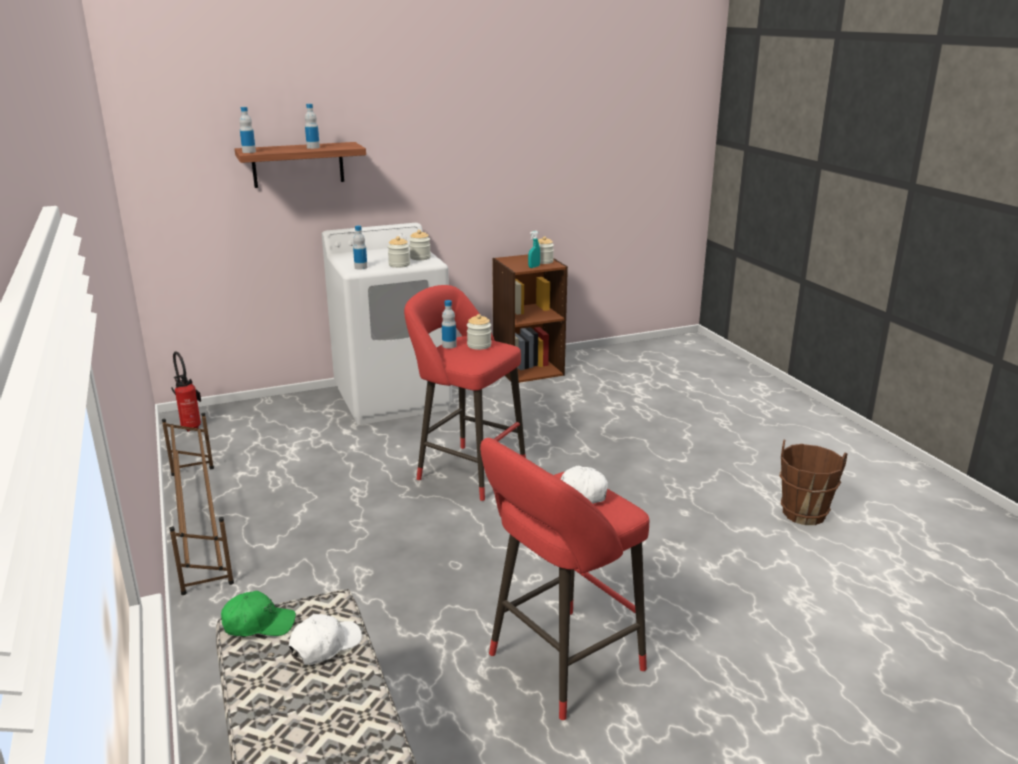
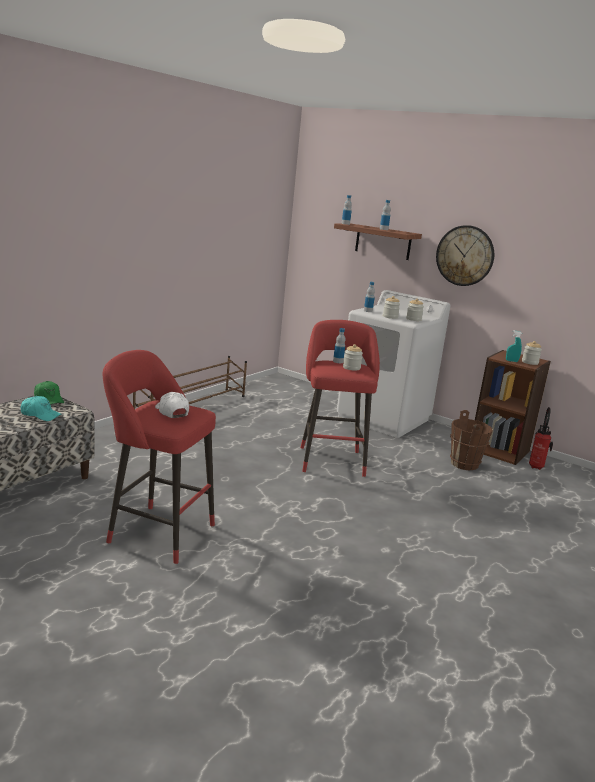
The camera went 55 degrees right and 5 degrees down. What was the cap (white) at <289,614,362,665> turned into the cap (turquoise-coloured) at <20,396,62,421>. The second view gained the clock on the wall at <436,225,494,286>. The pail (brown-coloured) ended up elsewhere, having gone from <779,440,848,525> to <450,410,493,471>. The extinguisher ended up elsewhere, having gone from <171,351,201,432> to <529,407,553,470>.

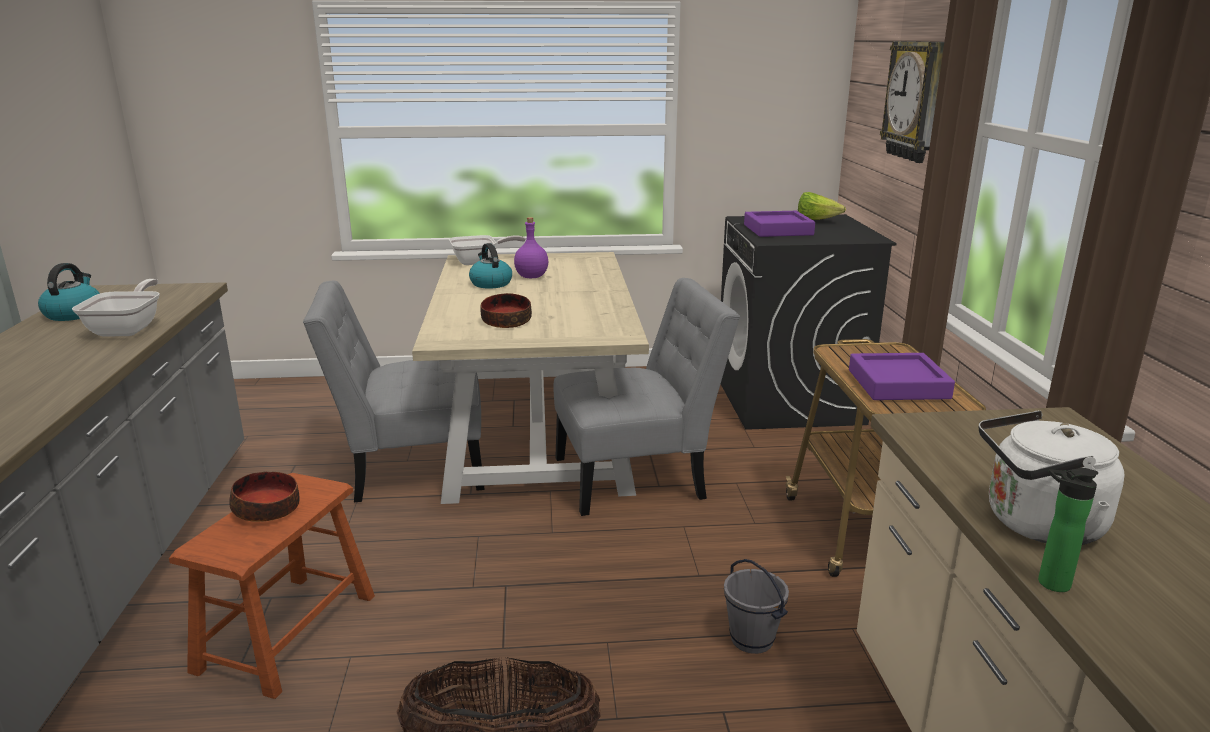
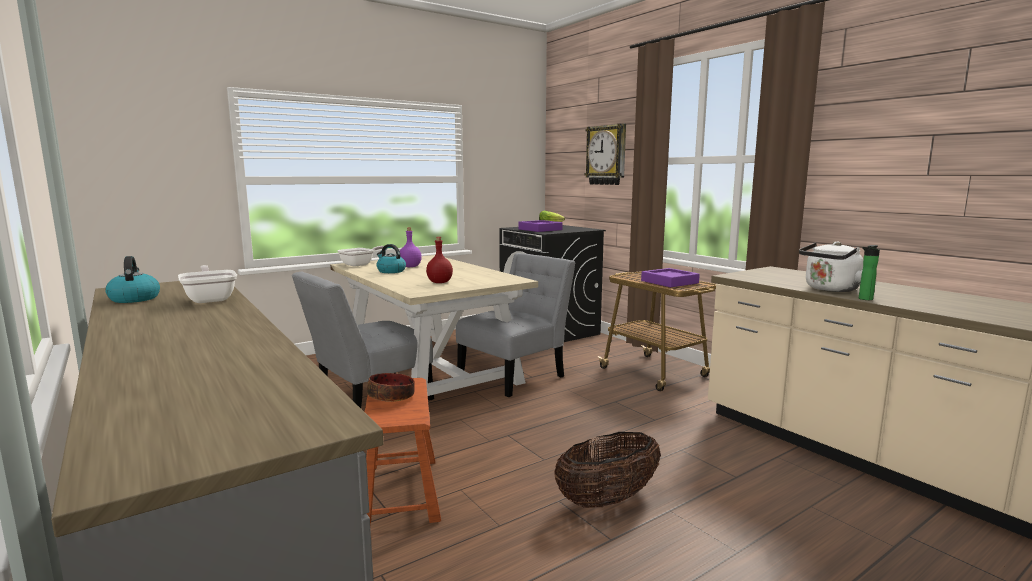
The camera went 30 degrees left and 10 degrees down. Where the bowl stood at <481,293,532,328>, the drink bottle (red) came to stand at <426,237,453,283>. The second view lost the pail (gray) at <724,559,789,654>.

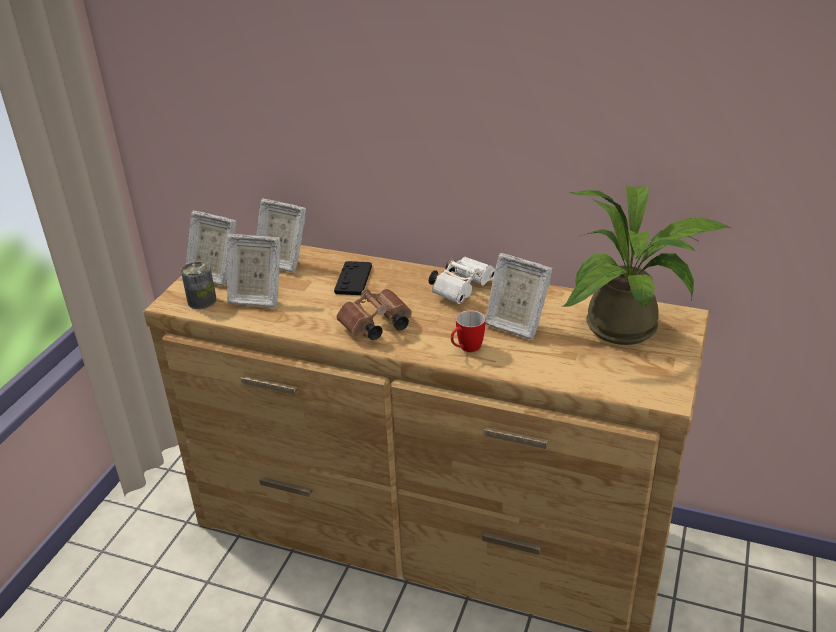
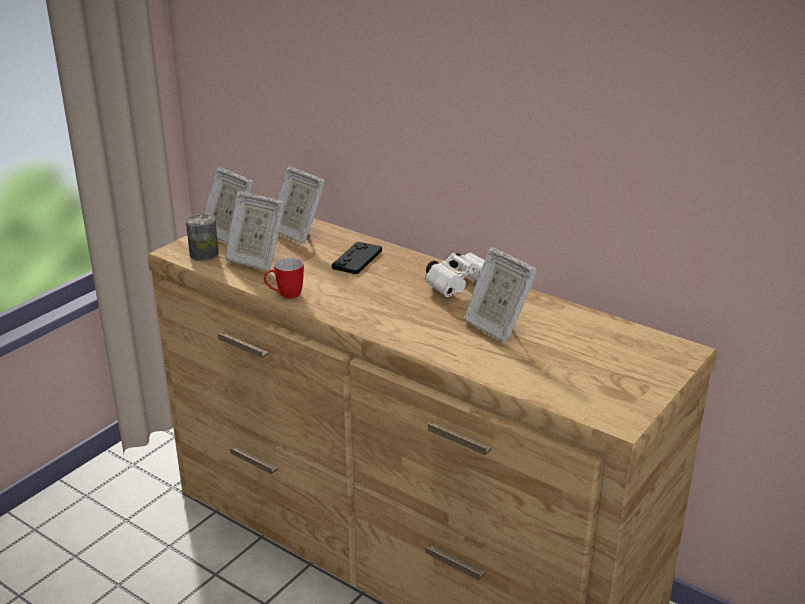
The camera went 15 degrees right and 5 degrees down. The coffee mug ended up elsewhere, having gone from <451,310,486,352> to <264,257,304,299>. The second view lost the binoculars (brown-coloured) at <336,289,412,340>. The second view lost the houseplant at <563,186,731,345>.

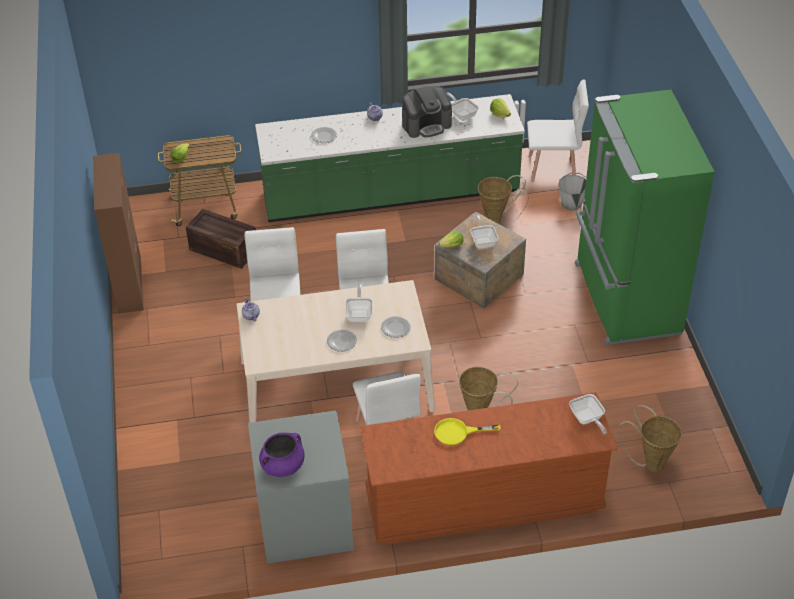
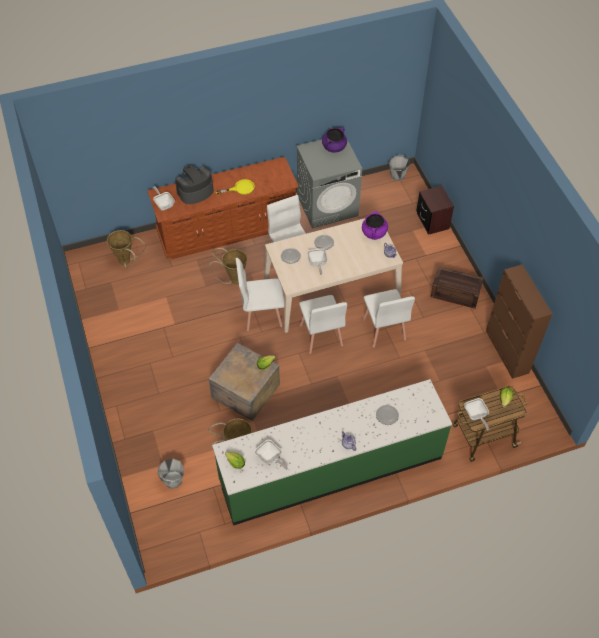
The camera went 170 degrees right and 10 degrees up. The coffee brewer ended up elsewhere, having gone from <402,86,452,138> to <175,165,214,204>. The chair (white) ended up elsewhere, having gone from <527,79,589,182> to <236,258,284,331>. The second view gained the stockpot (purple-coloured) at <362,211,388,240>. The second view gained the pail (gray) at <389,154,410,181>. The second view gained the bedside table (brown-coloured) at <417,186,454,235>. The packing crate ended up elsewhere, having gone from <186,209,256,269> to <431,266,484,309>. The frying pan ended up elsewhere, having gone from <470,214,498,249> to <464,398,490,431>. The second view lost the refrigerator (green-coloured) at <575,90,715,345>.

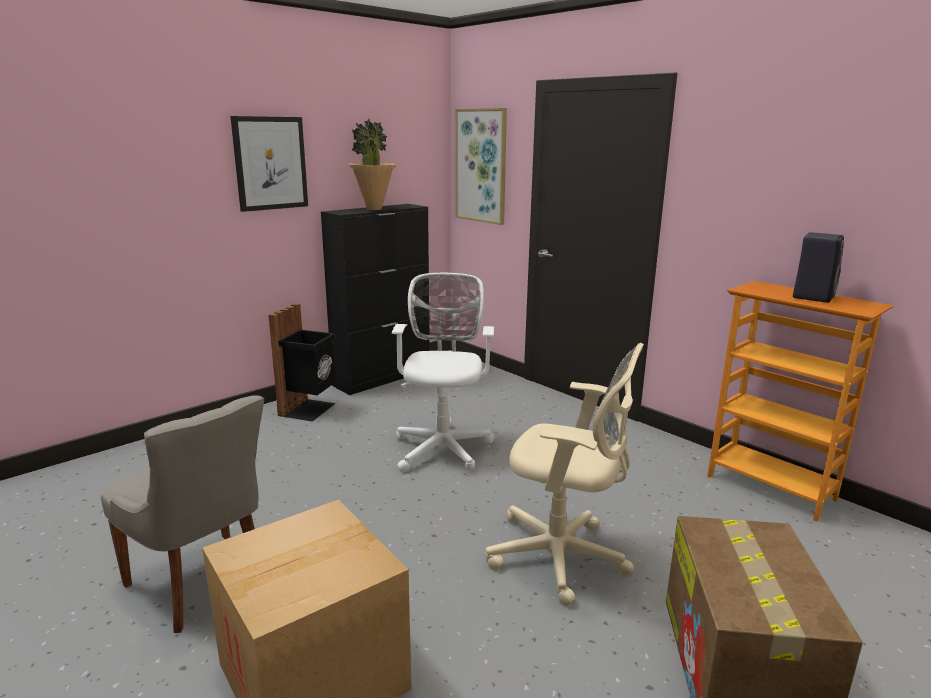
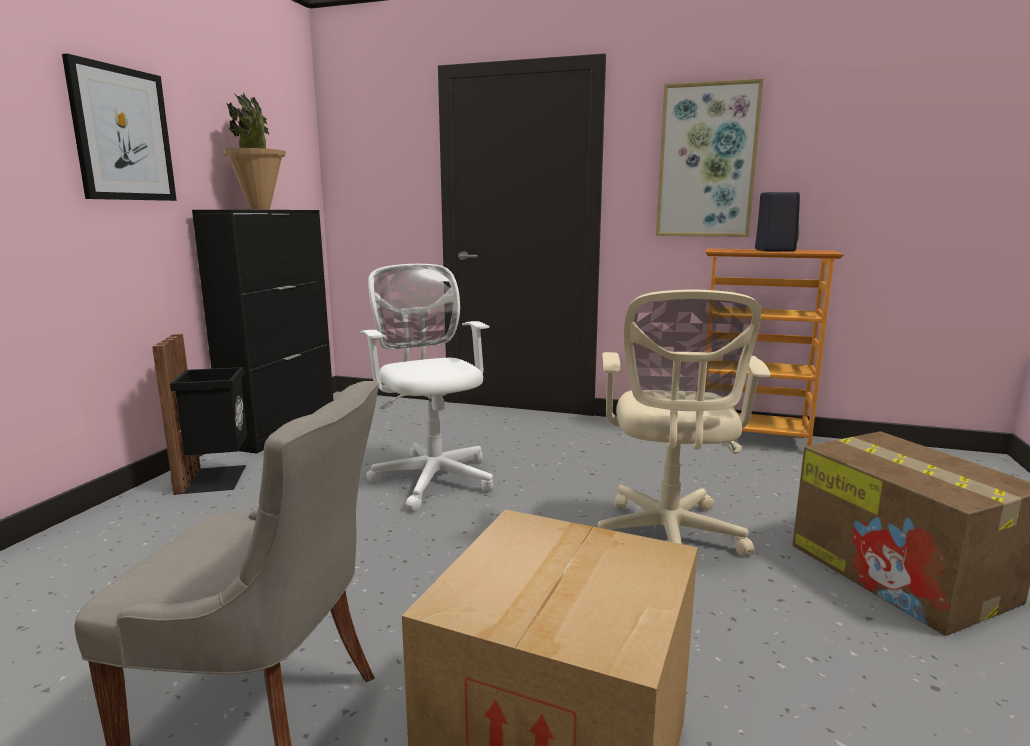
The camera went 30 degrees left and 5 degrees down. The desk chair (sand-coloured) at <486,343,644,606> ended up facing another way, 105 degrees clockwise from before. The picture ended up elsewhere, having gone from <455,108,507,225> to <656,79,764,237>.

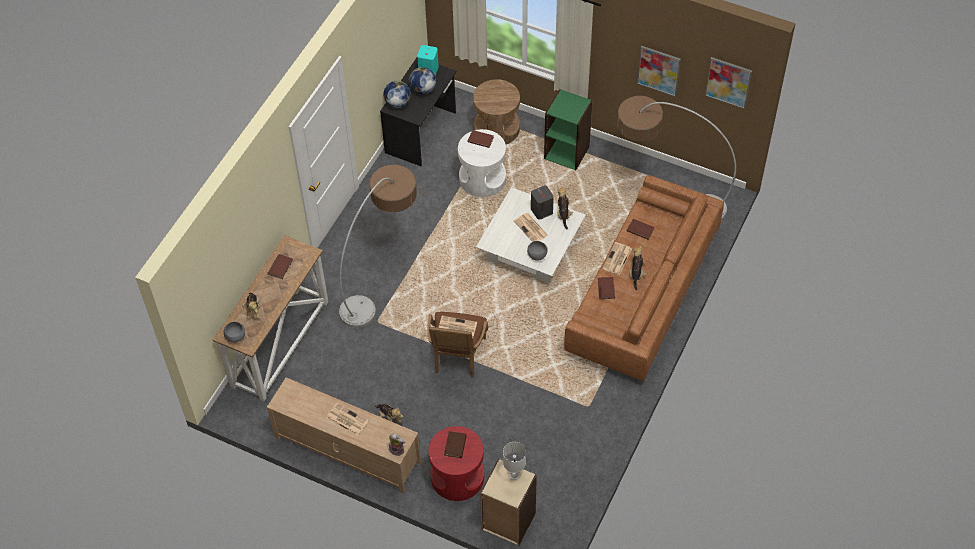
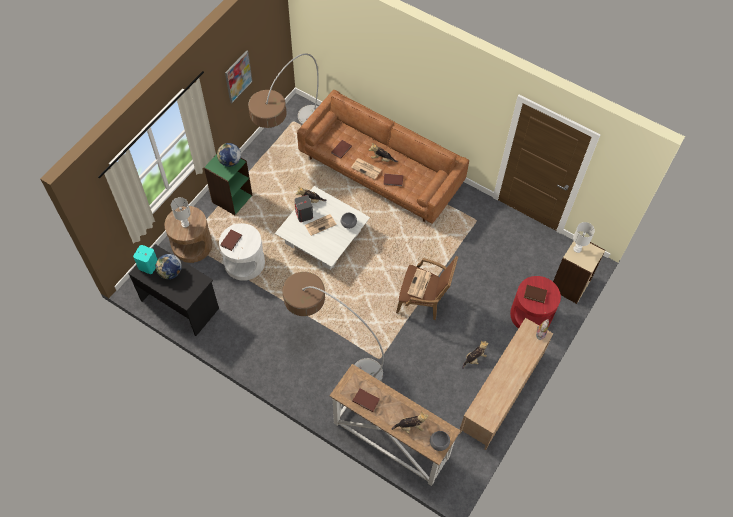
The camera went 85 degrees left and 5 degrees up. The second view gained the table lamp (white) at <171,197,191,228>. The desk globe ended up elsewhere, having gone from <383,81,411,108> to <217,143,241,167>. The second view lost the daily paper at <326,403,369,436>. The second view lost the picture at <705,57,752,109>.

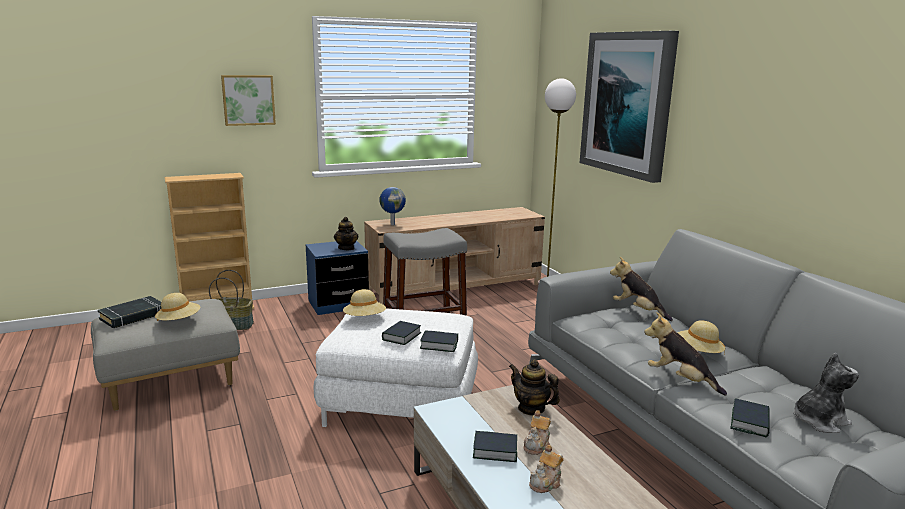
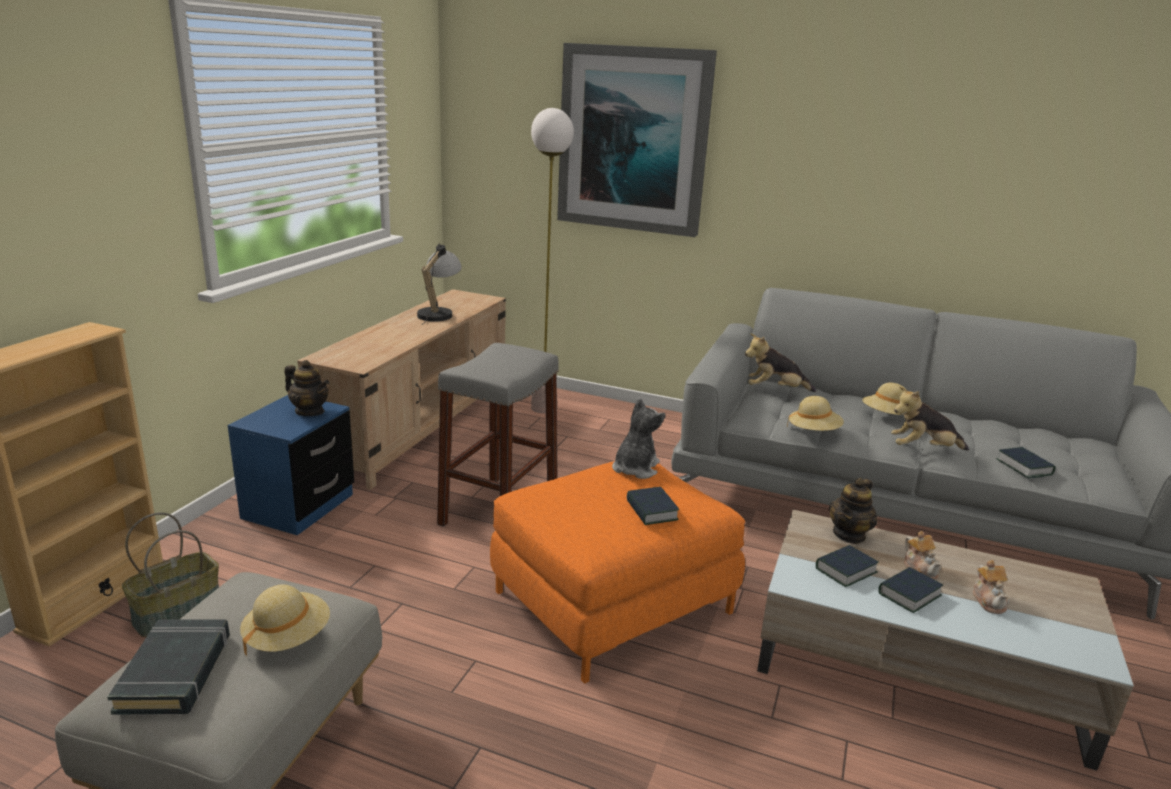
The camera went 45 degrees left and 5 degrees up. The second view gained the table lamp at <417,243,462,325>. What was the pouffe (white) at <314,308,478,427> turned into the pouffe (orange) at <490,461,745,684>. The plush toy ended up elsewhere, having gone from <793,353,859,433> to <612,398,666,479>. The clothing hat (sand-coloured) ended up elsewhere, having gone from <343,289,386,316> to <787,396,844,431>. The volume ended up elsewhere, having gone from <420,330,458,352> to <816,545,879,587>. The teapot at <509,359,560,415> ended up facing another way, 45 degrees counterclockwise from before. The second view lost the picture at <221,75,276,126>. The second view lost the desk globe at <379,187,406,225>.

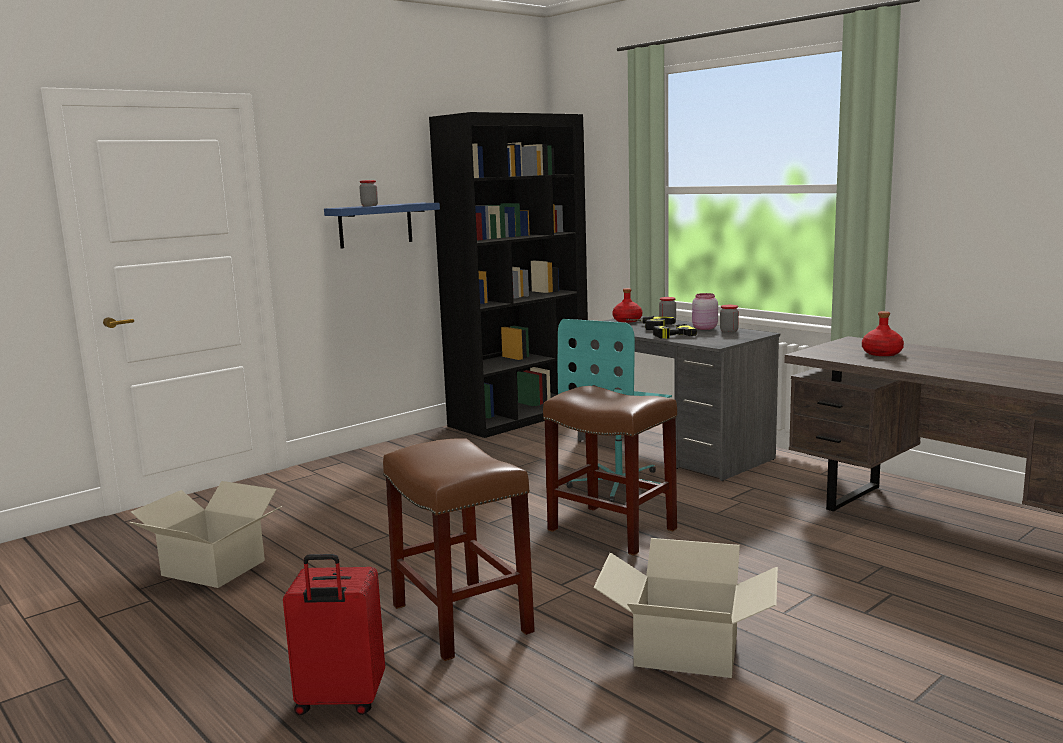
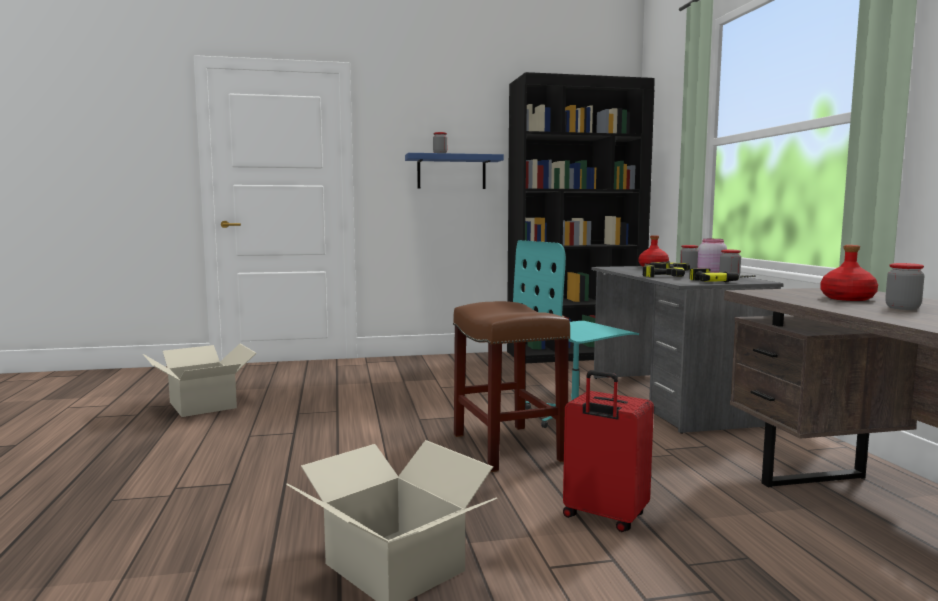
The camera went 30 degrees right and 5 degrees down. The suitcase (red) ended up elsewhere, having gone from <283,554,385,715> to <563,370,654,532>. The second view gained the drill at <689,268,756,282>. The second view gained the storage jar at <885,263,925,310>. The second view lost the stool seat (brown-coloured) at <383,438,535,661>.

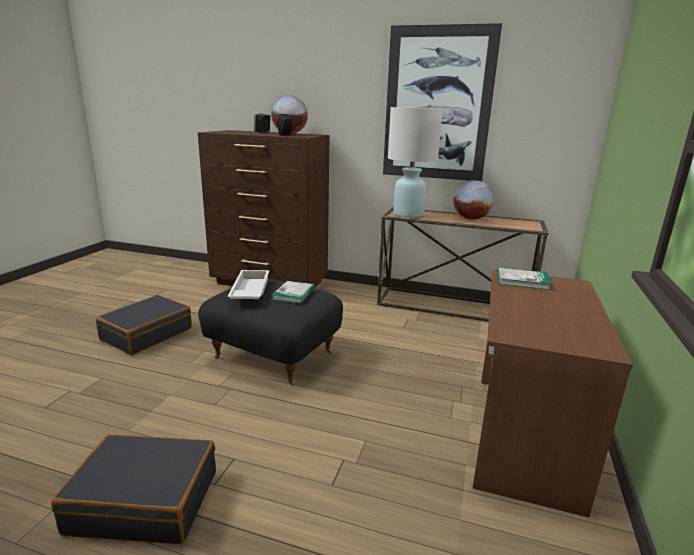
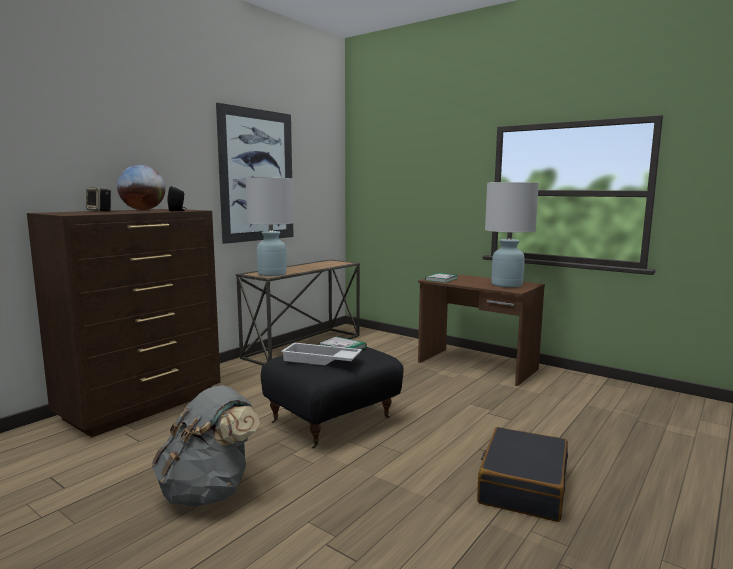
The camera went 70 degrees left and 10 degrees down. Where the suitcase (black) stood at <96,295,192,355>, the knapsack (gray) came to stand at <152,385,260,507>. The second view gained the table lamp (white) at <485,182,539,287>. The second view lost the desk globe at <453,180,494,220>.

